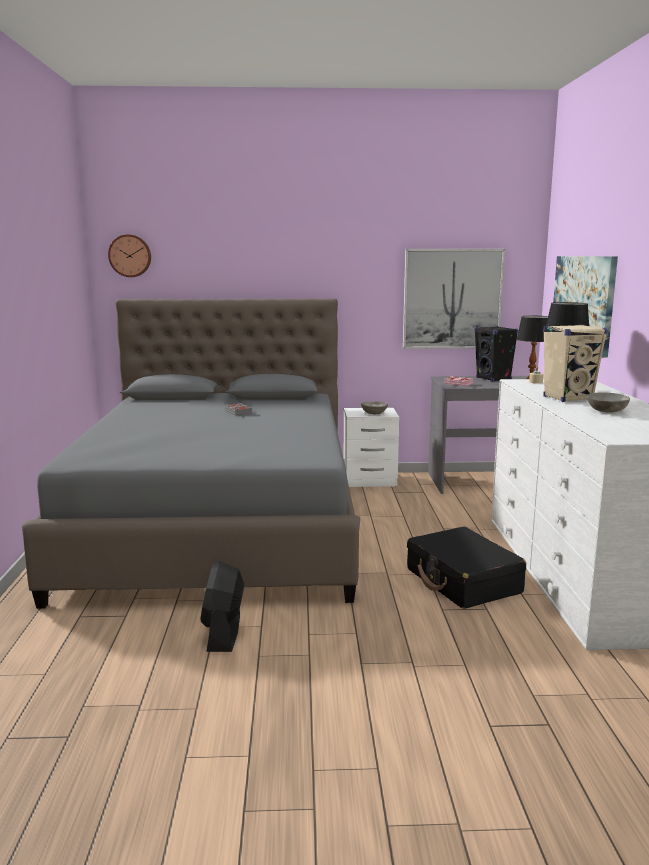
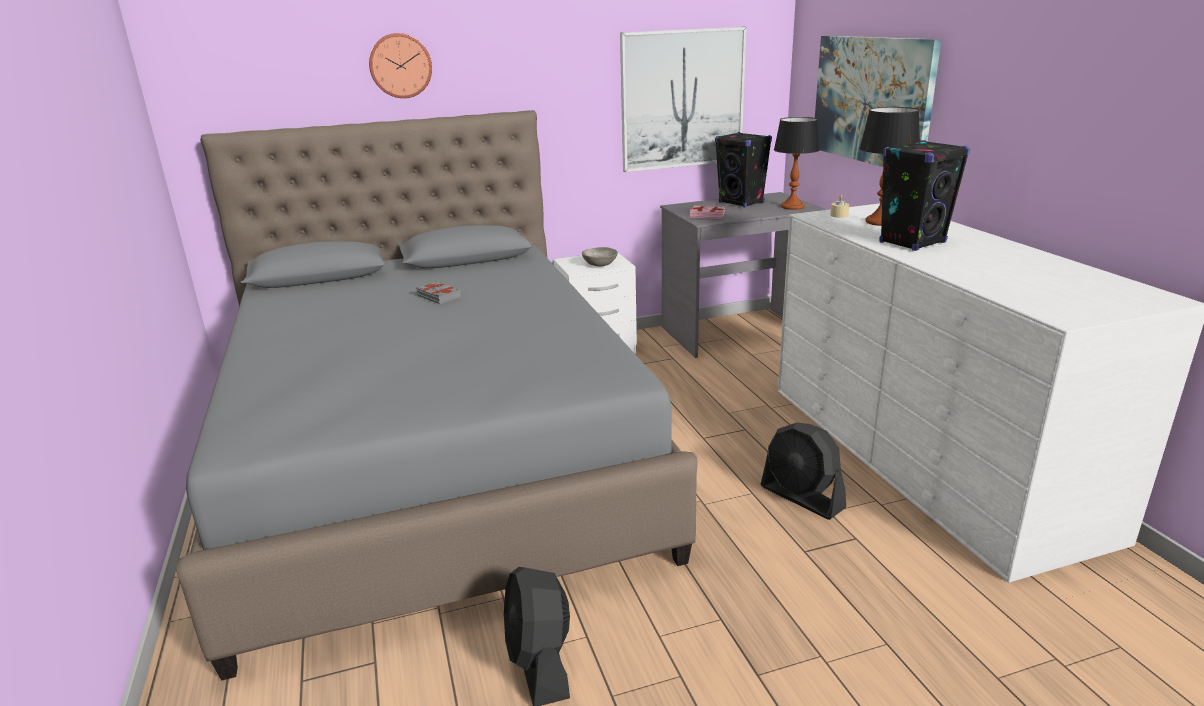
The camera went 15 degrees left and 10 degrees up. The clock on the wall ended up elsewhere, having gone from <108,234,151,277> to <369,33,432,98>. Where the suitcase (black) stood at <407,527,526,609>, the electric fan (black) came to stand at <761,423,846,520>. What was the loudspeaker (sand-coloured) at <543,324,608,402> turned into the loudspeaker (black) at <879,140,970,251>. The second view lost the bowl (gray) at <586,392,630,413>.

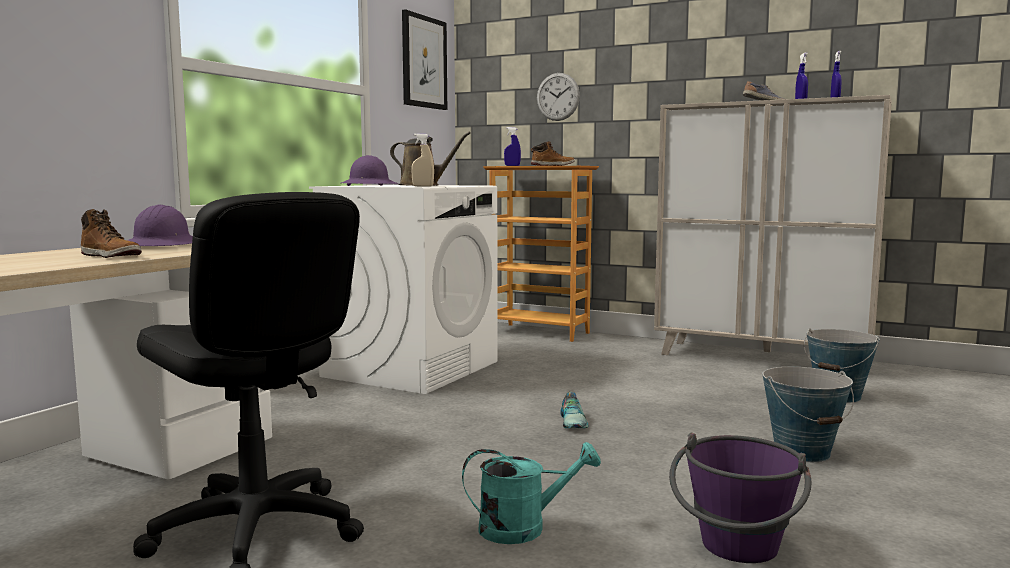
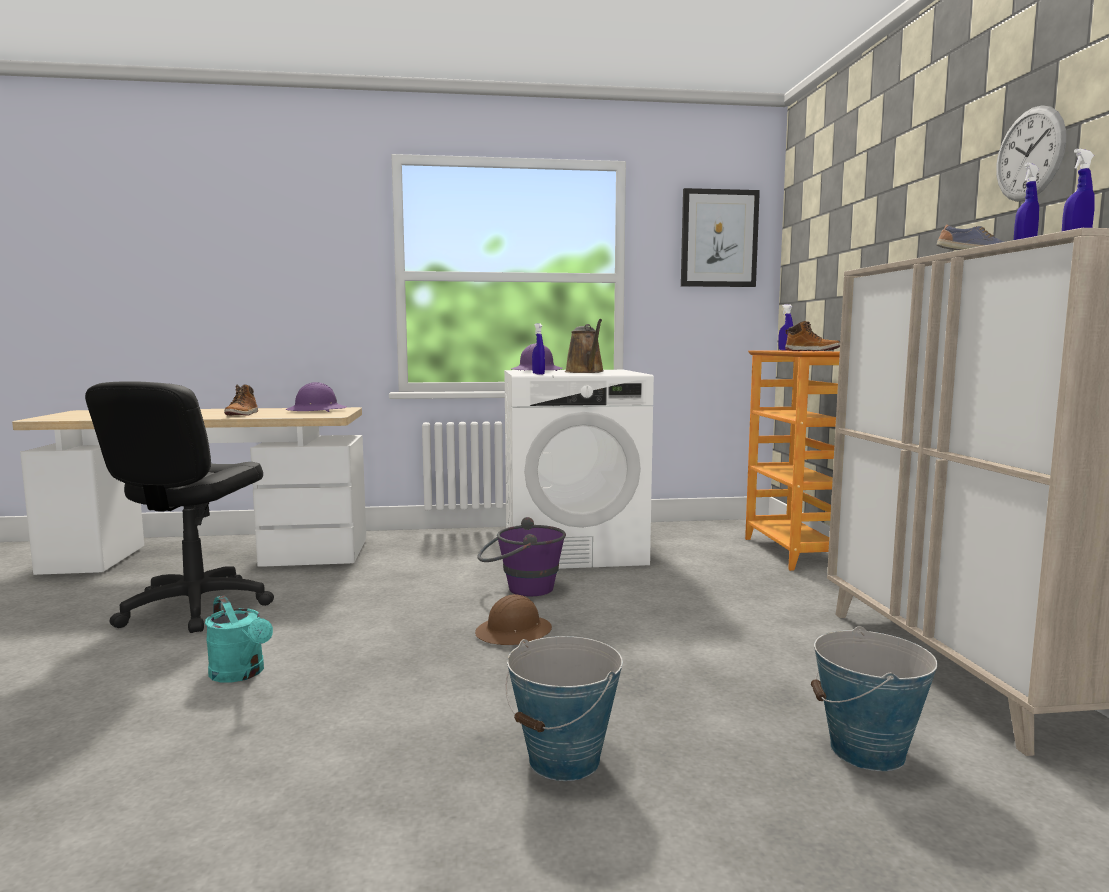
The camera went 55 degrees right and 0 degrees up. Where the shoe stood at <560,392,589,428>, the safety helmet (brown-coloured) came to stand at <475,594,552,645>. The pail (purple-coloured) ended up elsewhere, having gone from <669,432,812,563> to <477,517,566,596>. What was the spray bottle (sand-coloured) at <411,133,434,187> turned into the spray bottle (blue) at <532,323,545,375>. The clock on the wall ended up elsewhere, having gone from <537,73,580,121> to <996,105,1066,202>.

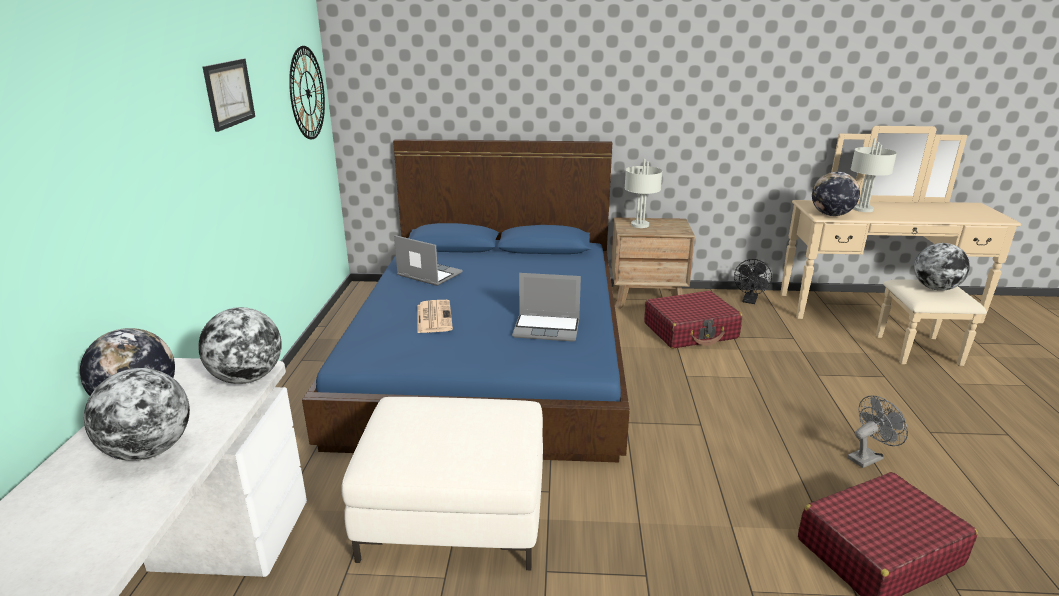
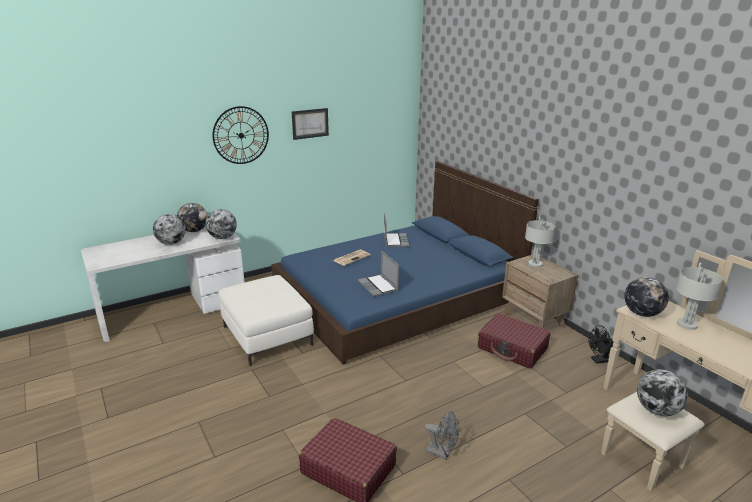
The camera went 55 degrees right and 0 degrees up. The clock on the wall ended up elsewhere, having gone from <289,46,325,139> to <212,106,269,164>.

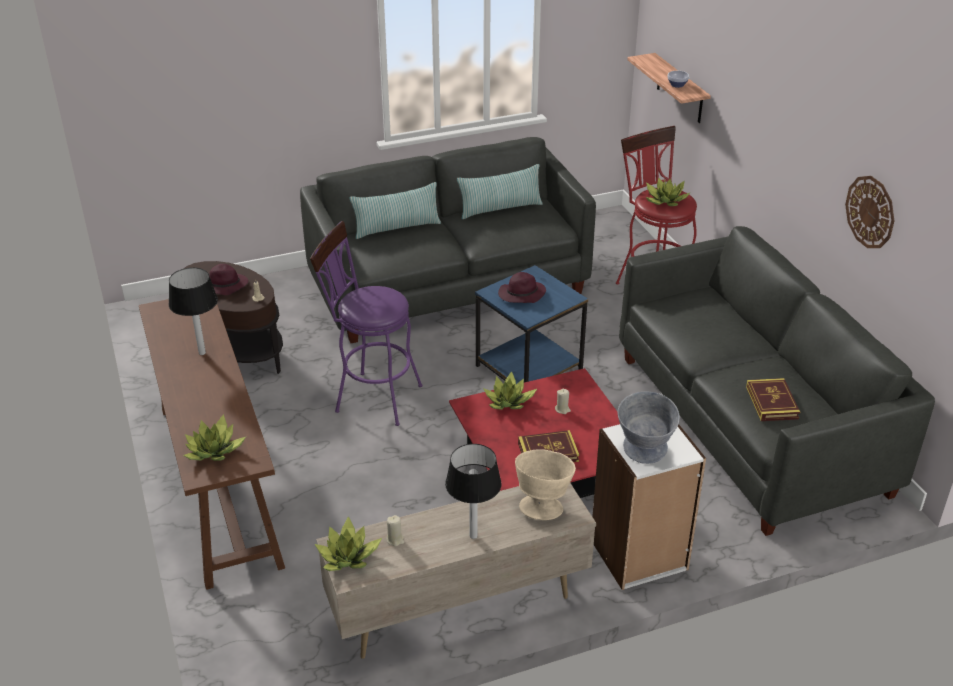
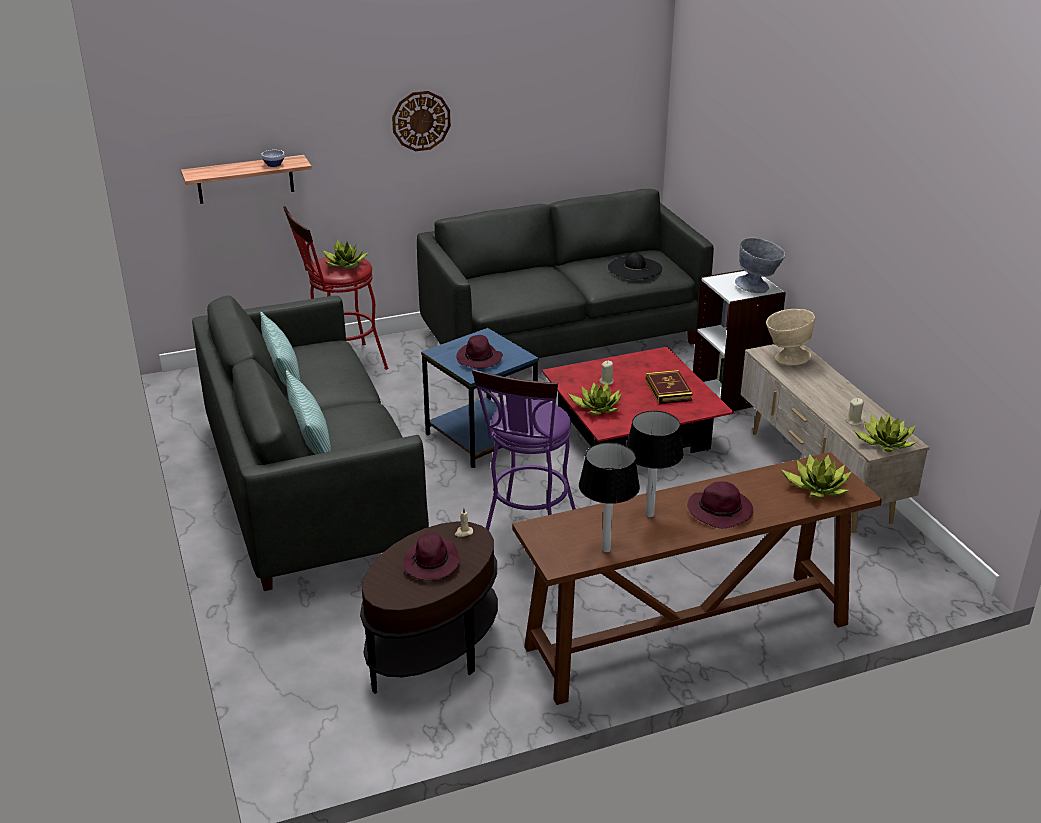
The camera went 90 degrees left and 5 degrees down. The clock on the wall ended up elsewhere, having gone from <845,176,894,248> to <392,91,451,151>. The table lamp ended up elsewhere, having gone from <445,444,502,539> to <579,442,640,553>. Where the volume stood at <746,378,800,421>, the clothing hat (black) came to stand at <608,253,662,280>. The second view gained the clothing hat (purple-coloured) at <687,481,753,528>.

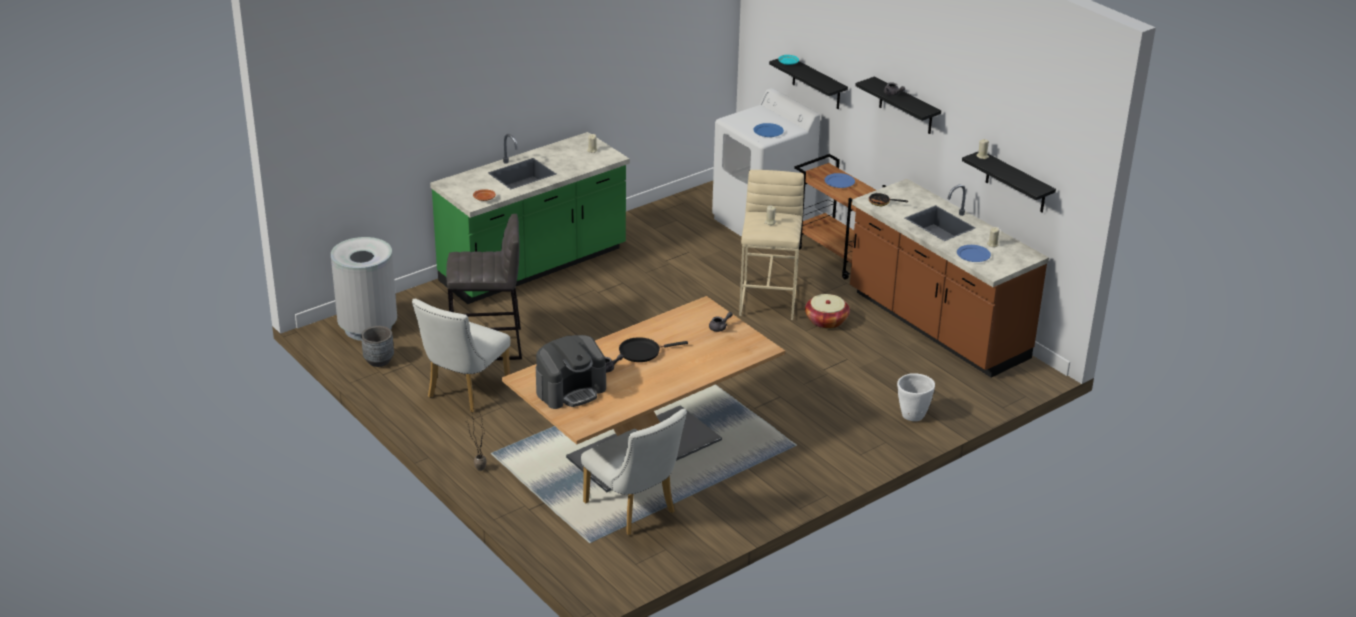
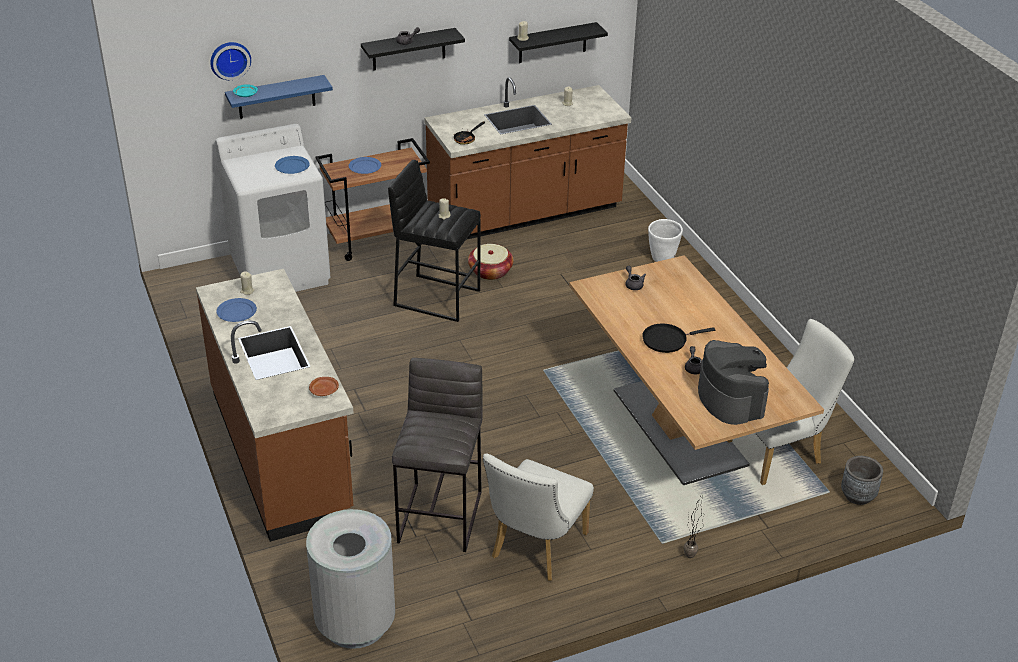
The camera went 75 degrees left and 5 degrees up. What was the kitchen counter (green-coloured) at <430,132,630,304> turned into the kitchen counter (brown-coloured) at <196,269,354,542>. The second view gained the clock on the wall at <210,42,251,80>. The flat dish (blue) ended up elsewhere, having gone from <957,245,991,262> to <217,298,257,322>. What was the wall shelf (black) at <769,59,848,109> turned into the wall shelf (blue) at <225,75,333,119>. What was the stool seat (sand-coloured) at <739,170,804,320> turned into the stool seat (black) at <388,160,481,322>. The chair (white) at <412,299,510,413> ended up facing another way, 75 degrees clockwise from before. The frying pan (black) at <619,337,688,362> ended up facing another way, 75 degrees clockwise from before. The planter (gray) ended up elsewhere, having gone from <361,326,394,367> to <841,456,883,505>.

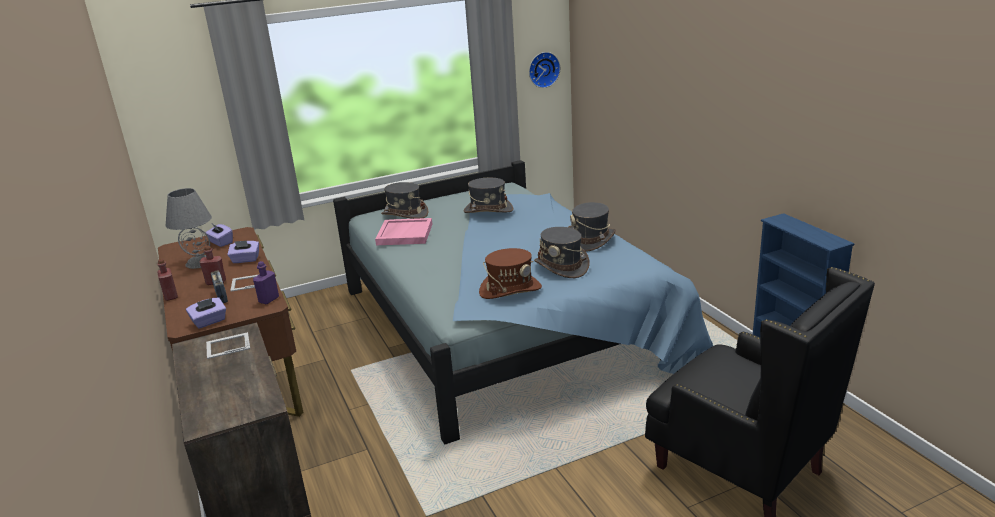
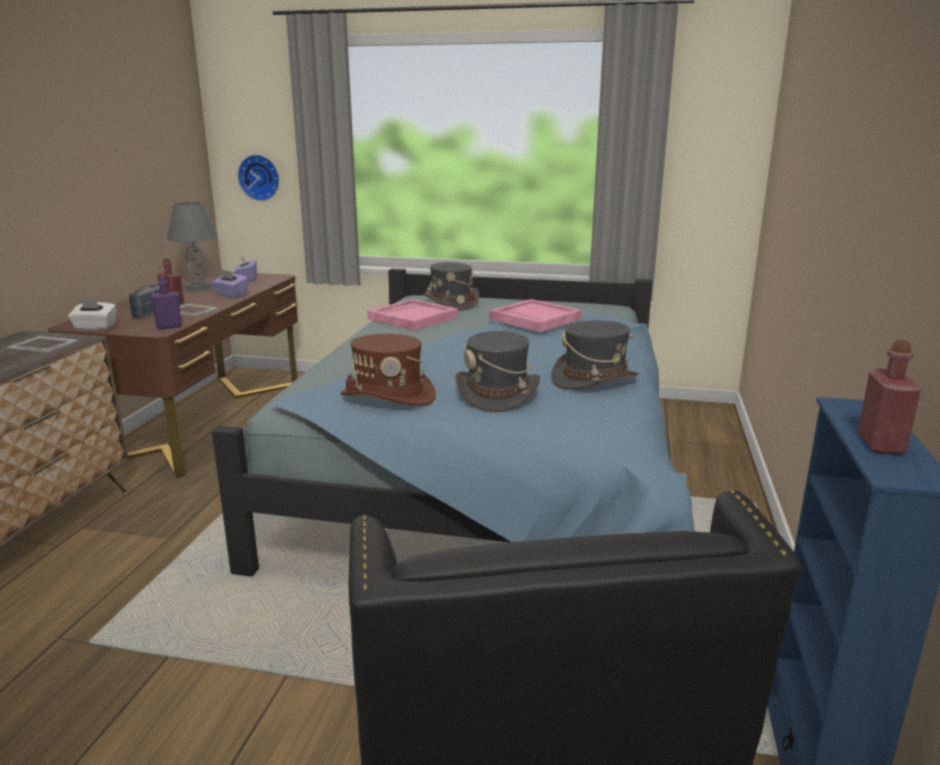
The camera went 35 degrees right and 5 degrees down. What was the box of tissues (purple-coloured) at <186,297,226,329> turned into the box of tissues (white) at <68,299,117,330>. The clock on the wall ended up elsewhere, having gone from <529,52,560,88> to <238,154,280,201>. Where the clothing hat (gray) stood at <463,178,513,213>, the tray (pink-coloured) came to stand at <489,299,582,332>. The drink bottle (red) ended up elsewhere, having gone from <157,259,178,301> to <858,340,921,455>.

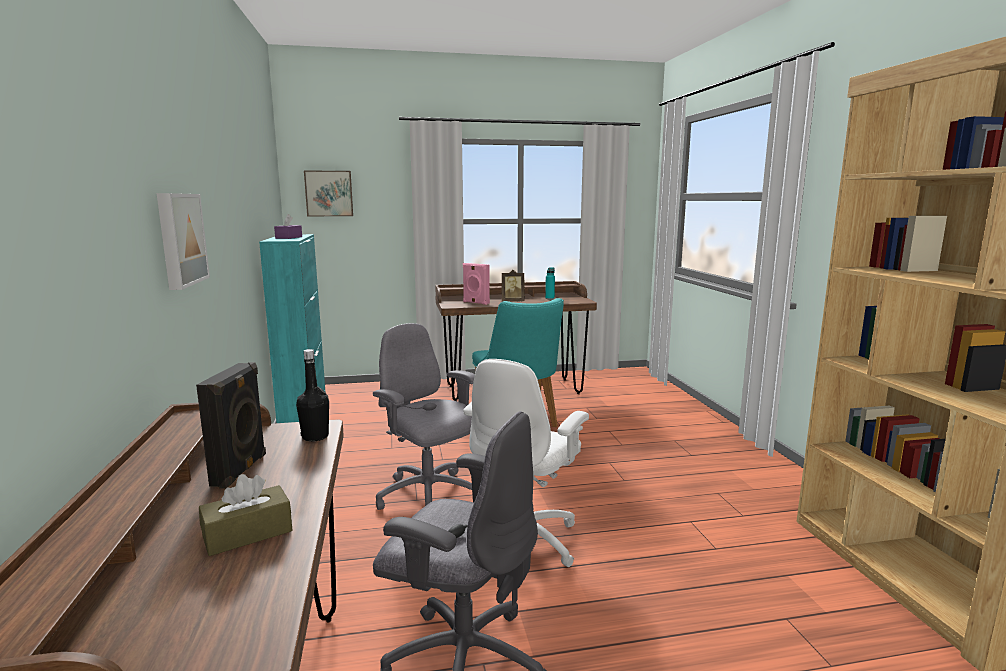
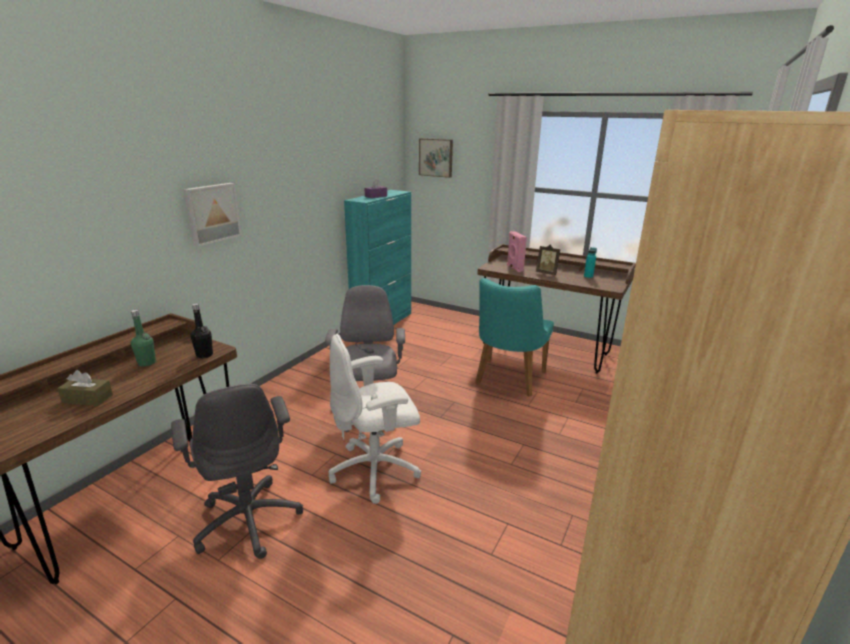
The camera went 40 degrees right and 10 degrees up. Where the loudspeaker (black) stood at <196,362,266,489>, the drink bottle (green-coloured) came to stand at <131,310,156,367>.

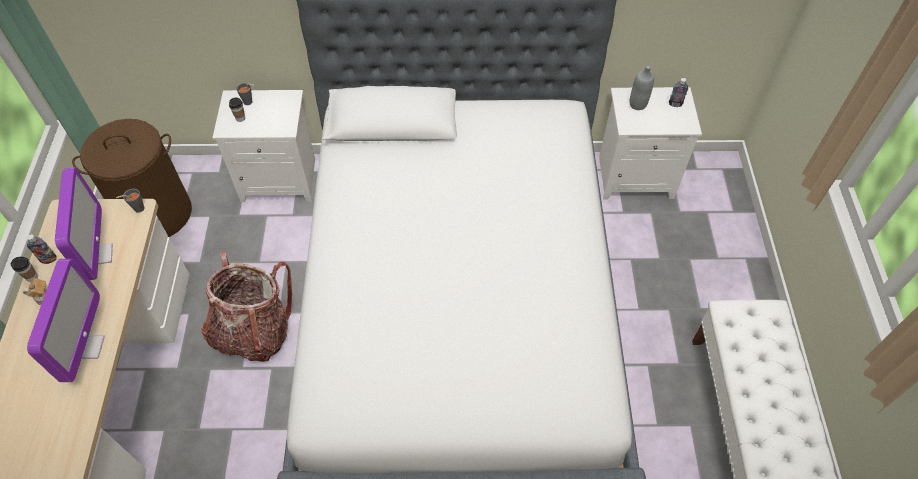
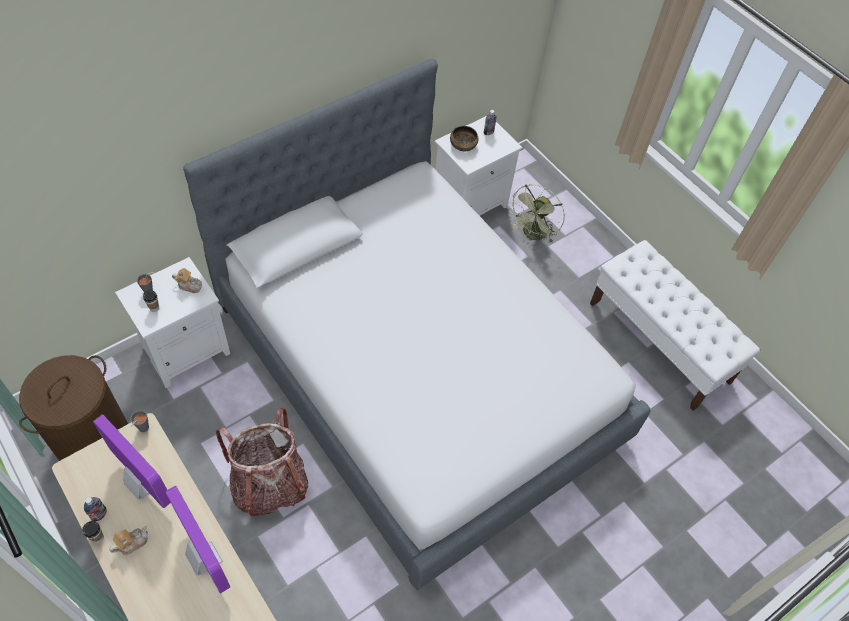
The camera went 40 degrees left and 0 degrees up. The second view gained the teapot at <172,268,202,293>. Where the drink bottle (gray) stood at <629,65,654,110>, the bowl came to stand at <450,126,478,151>. The second view gained the electric fan (green-coloured) at <508,184,565,243>.

